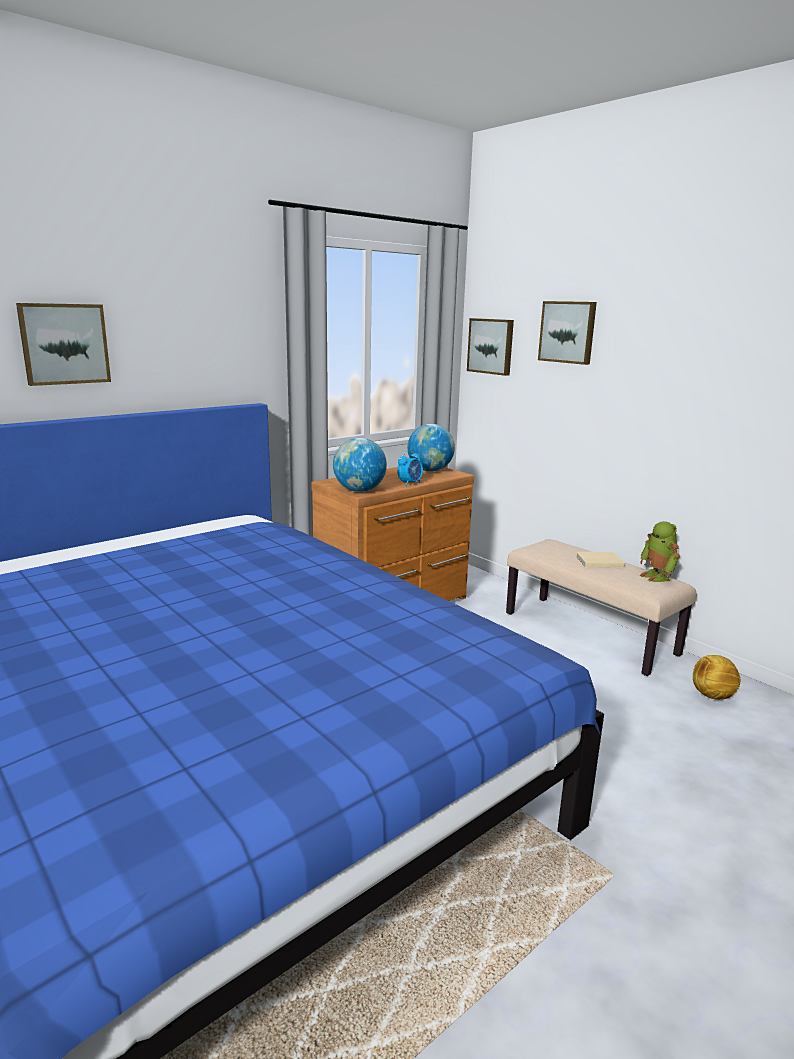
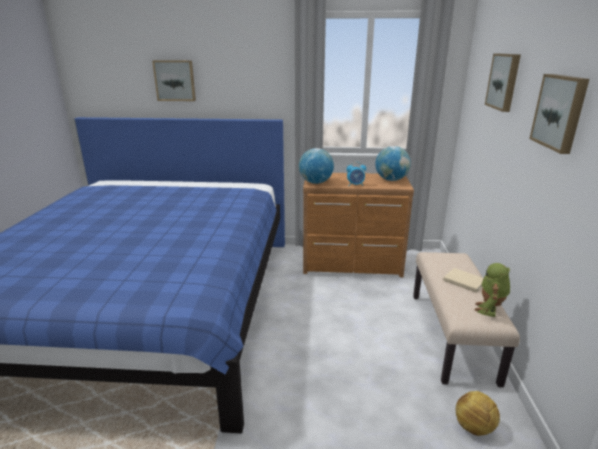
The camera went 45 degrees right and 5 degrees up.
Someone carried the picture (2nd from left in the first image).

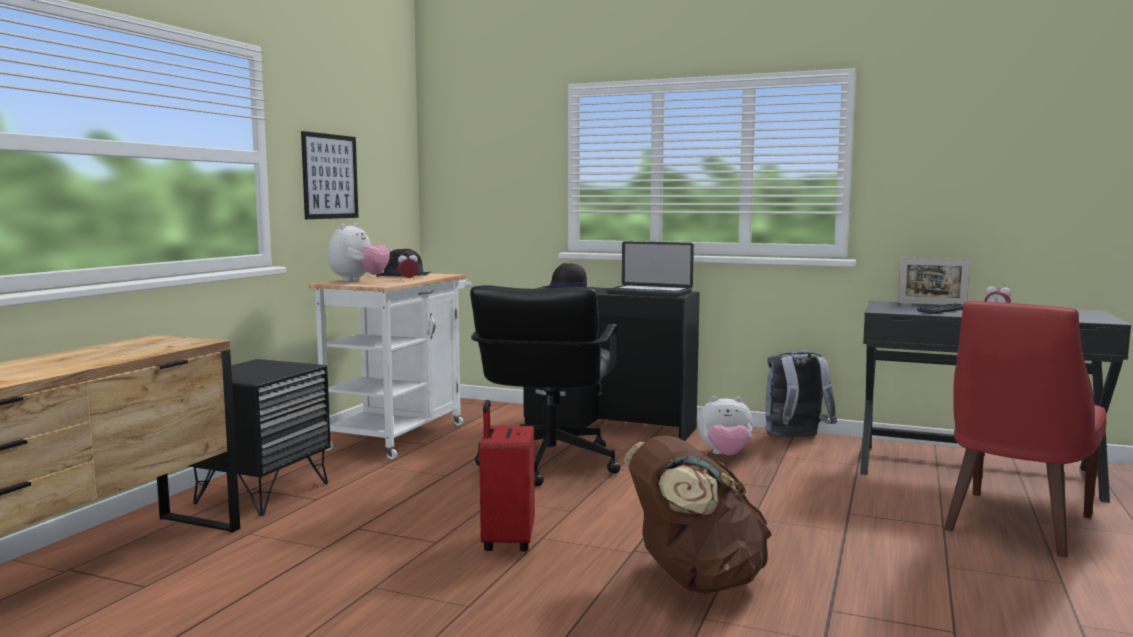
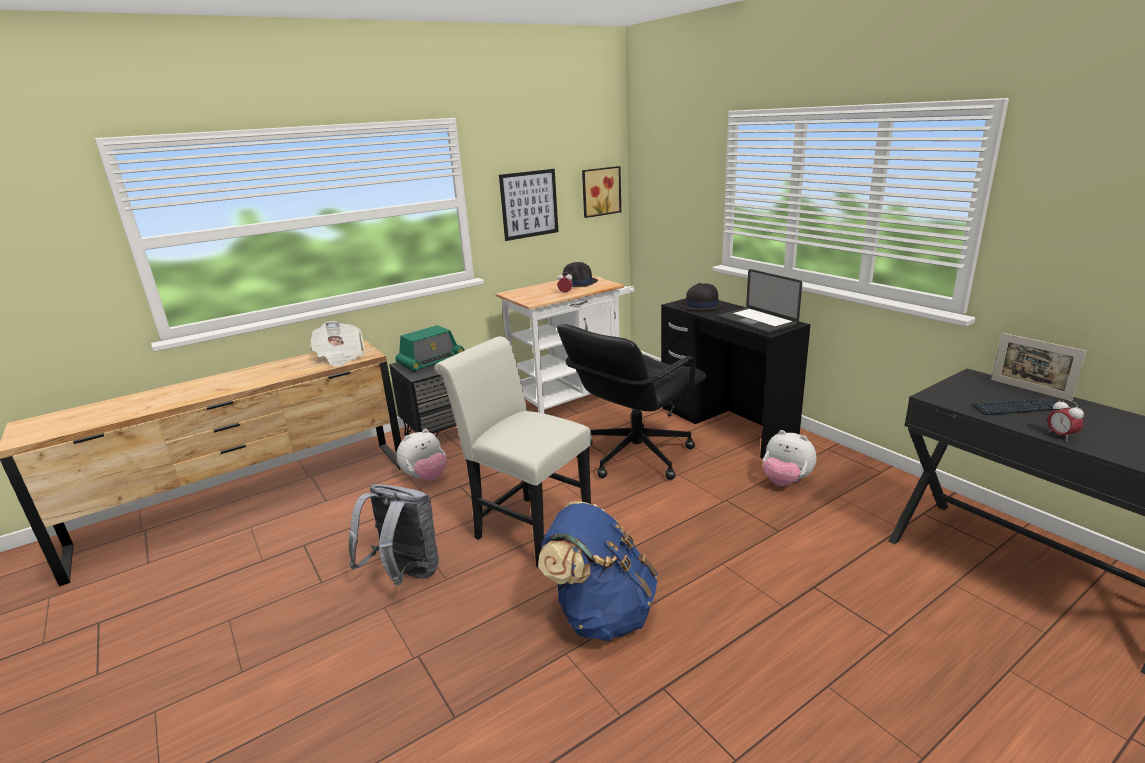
The camera went 35 degrees right and 15 degrees up.
Someone put down the newspaper.
Someone carried the grey backpack.
Someone put down the radio.
Someone carried the plush toy (1st from left).
Someone swapped the red suitcase for the white chair.
Someone repainted the brown backpack, which became the blue backpack.
Someone put up the picture (2nd from left).
Someone took away the red chair.

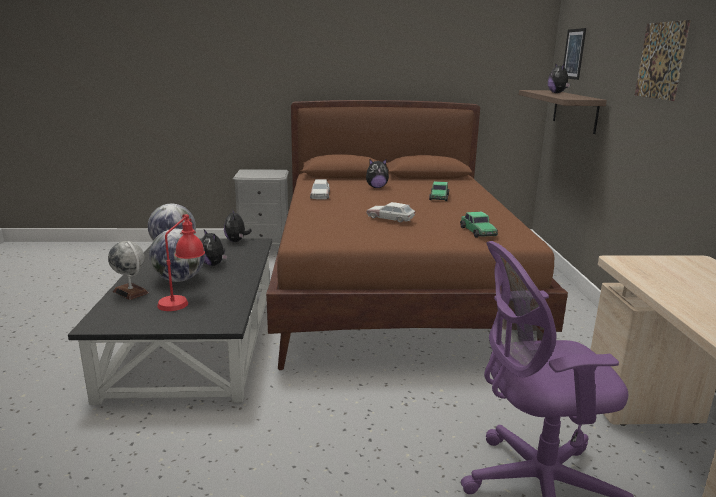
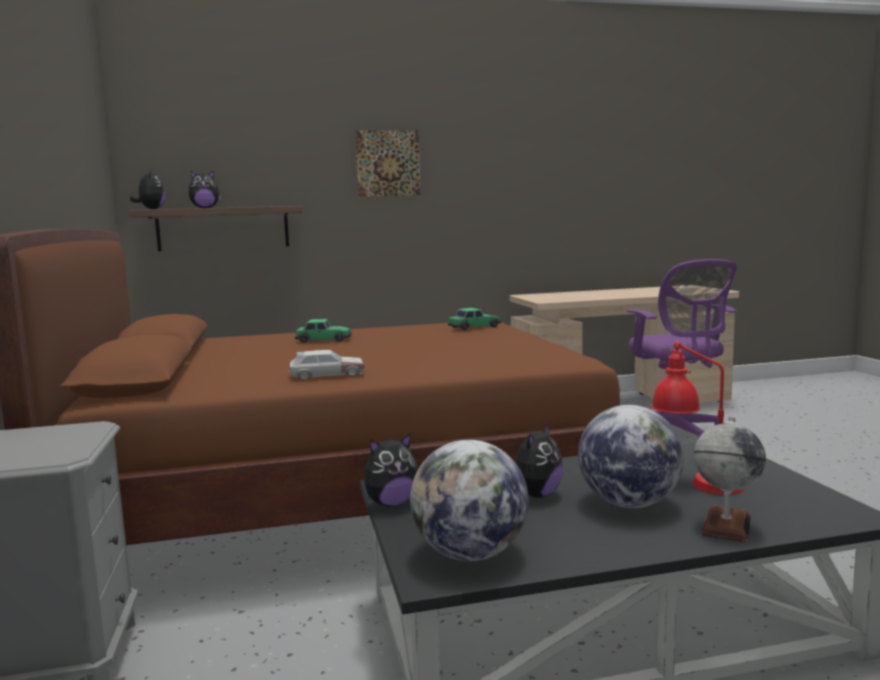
The camera went 100 degrees left and 10 degrees down.
Someone carried the plush toy (3rd from left in the first image).
Someone took away the toy car (2nd from left).
Someone took away the picture (1st from left).

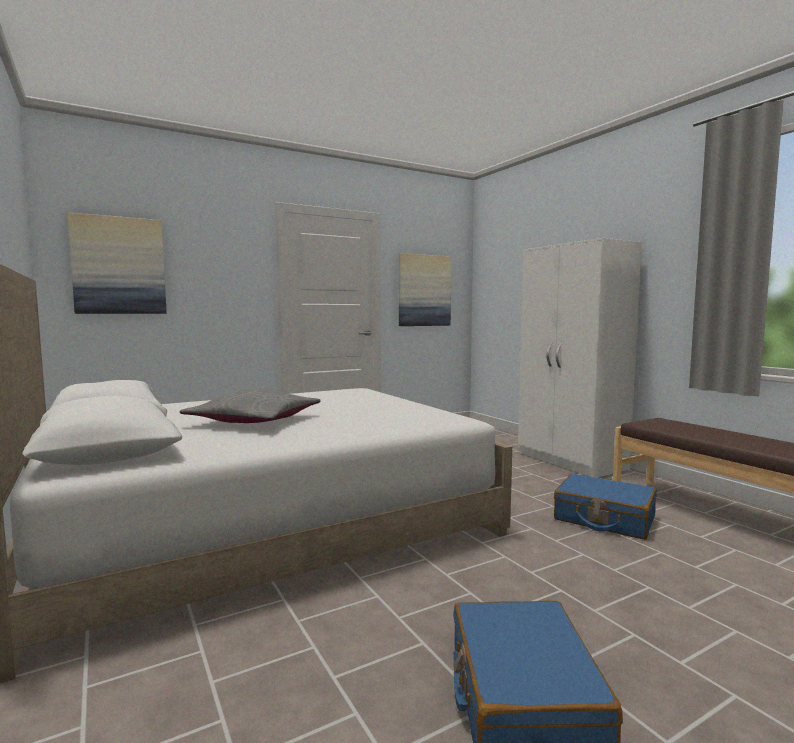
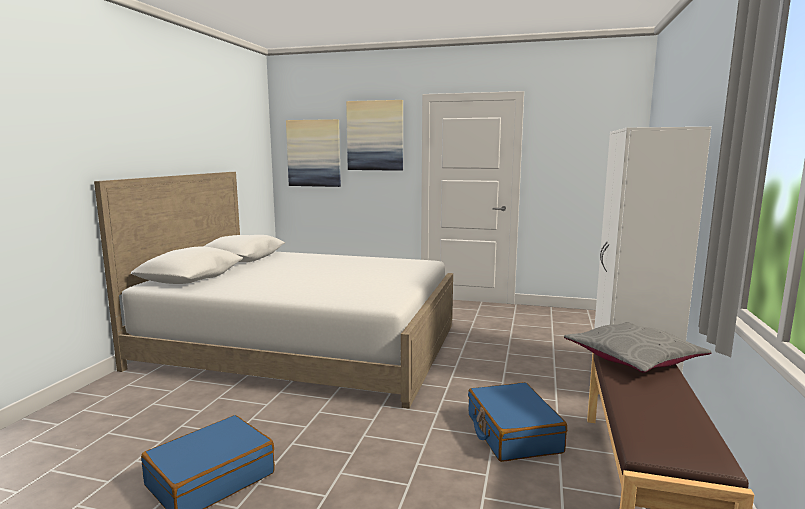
The camera went 45 degrees right and 5 degrees up.
Someone carried the picture (2nd from left).
Someone carried the grey pillow.

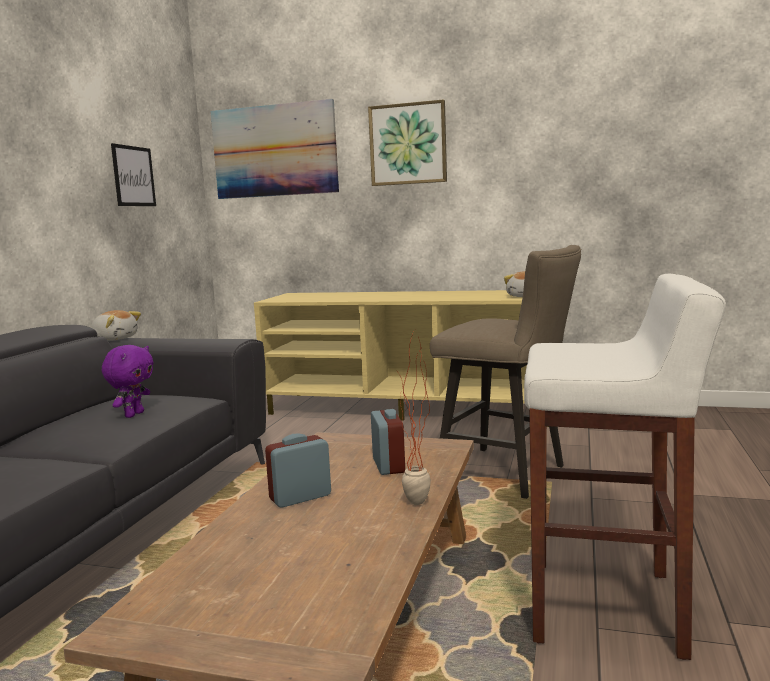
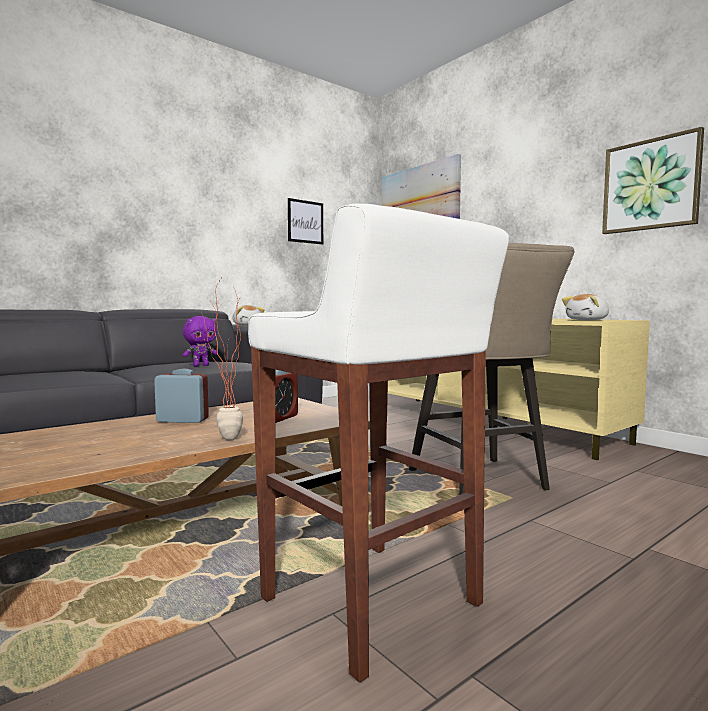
The camera went 35 degrees right and 5 degrees down.
Someone carried the picture (3rd from left).

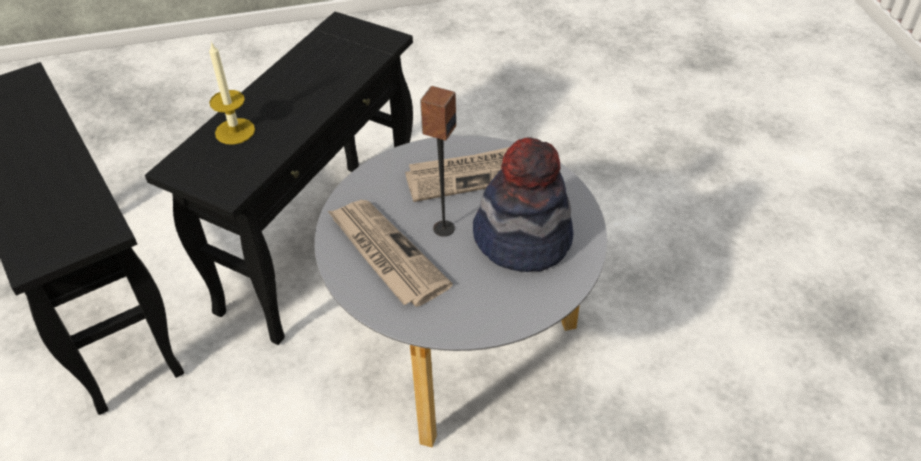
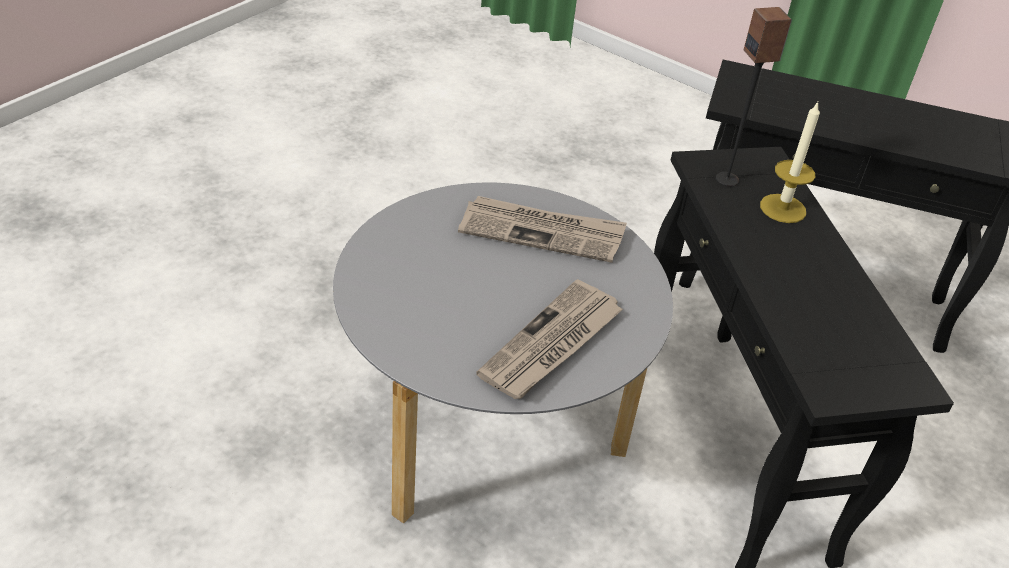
The camera went 135 degrees right and 5 degrees down.
Someone carried the speaker.
Someone took away the hat.

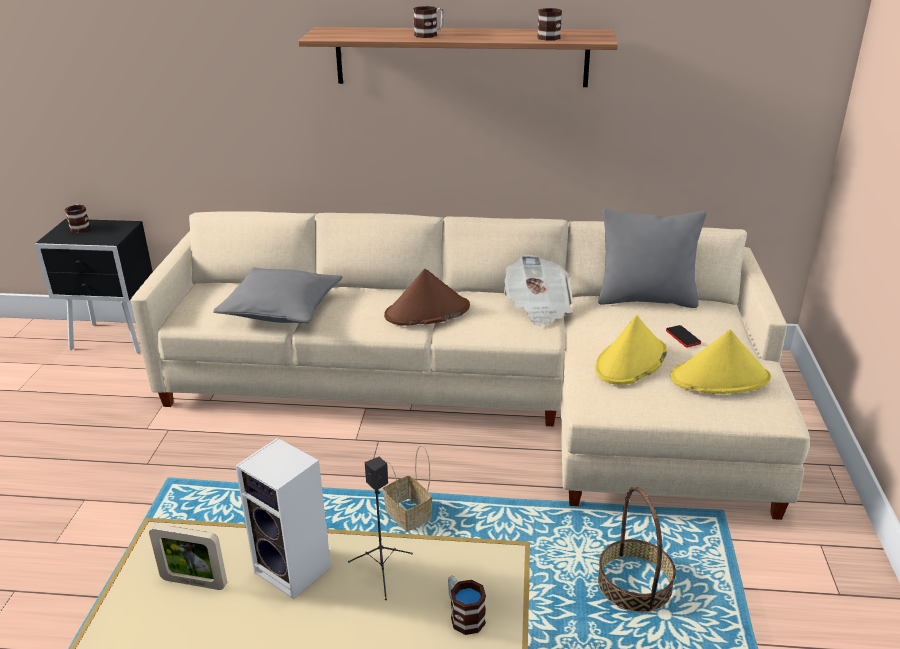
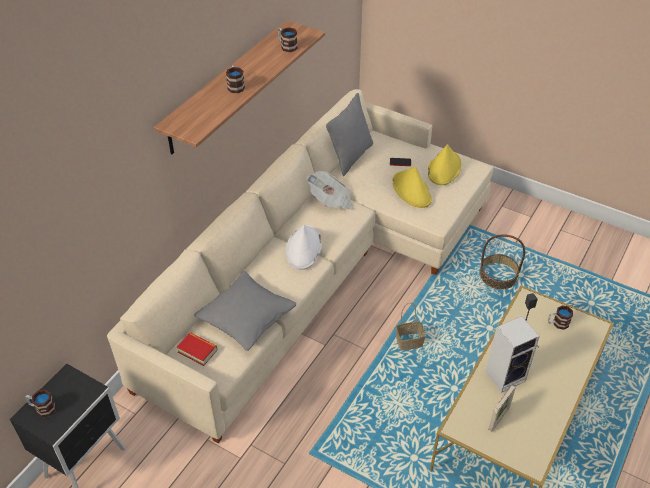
The camera went 65 degrees left and 15 degrees up.
Someone put down the book.
Someone repainted the brown hat, which became the white hat.

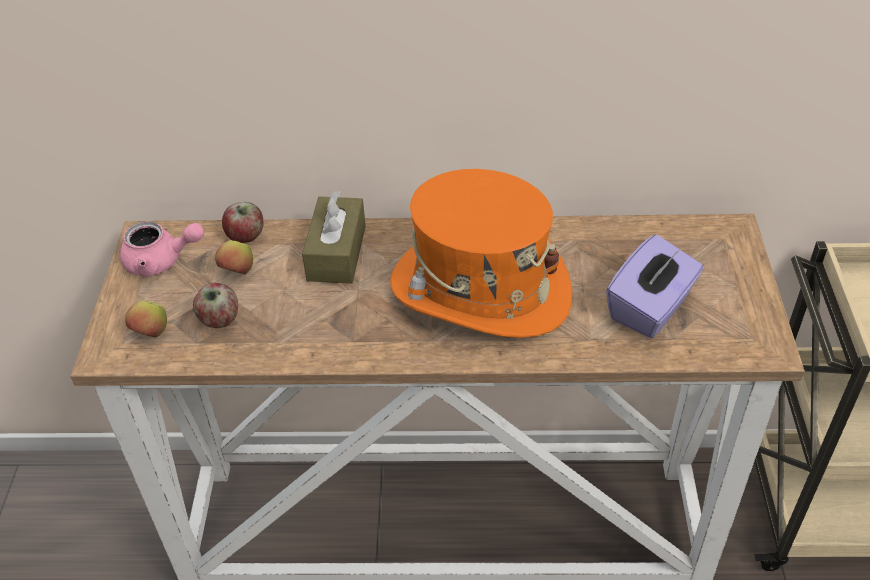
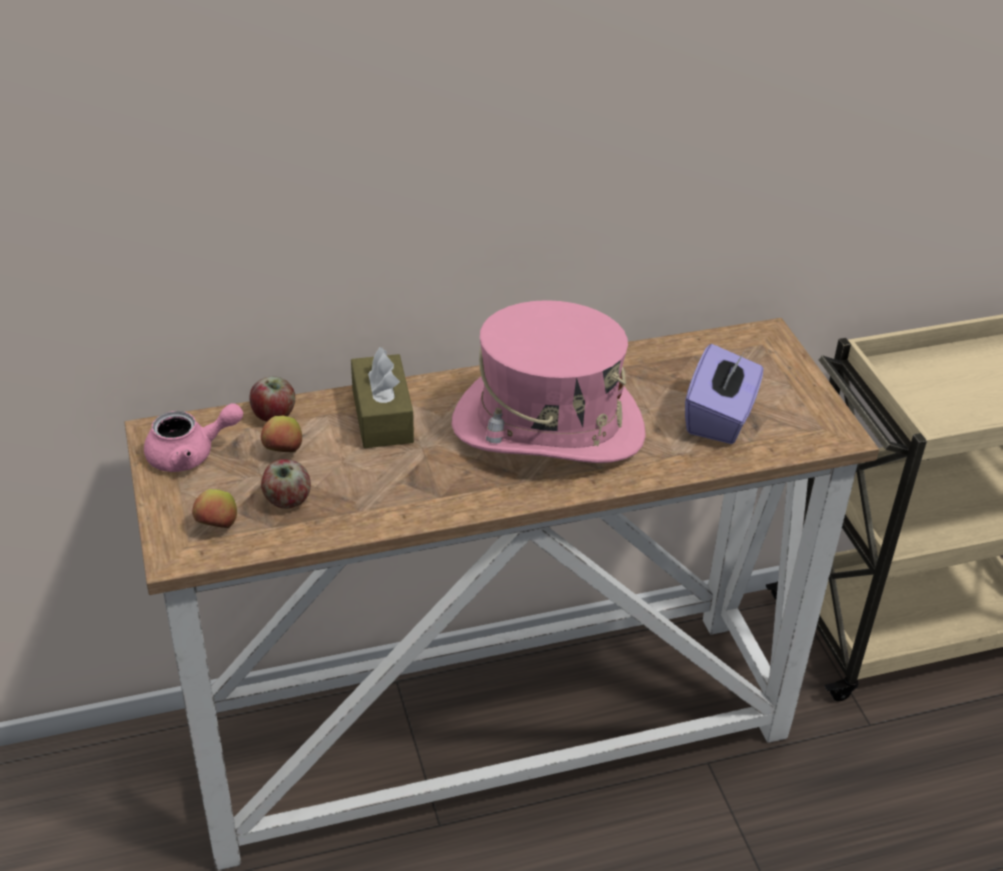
The camera went 20 degrees left and 5 degrees down.
Someone repainted the orange hat, which became the pink hat.

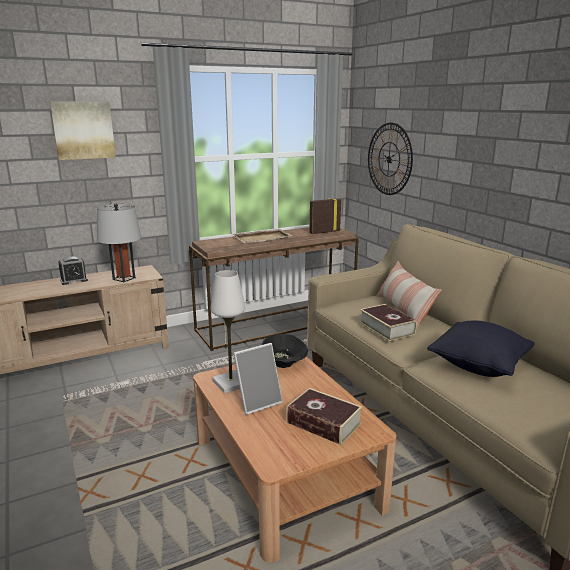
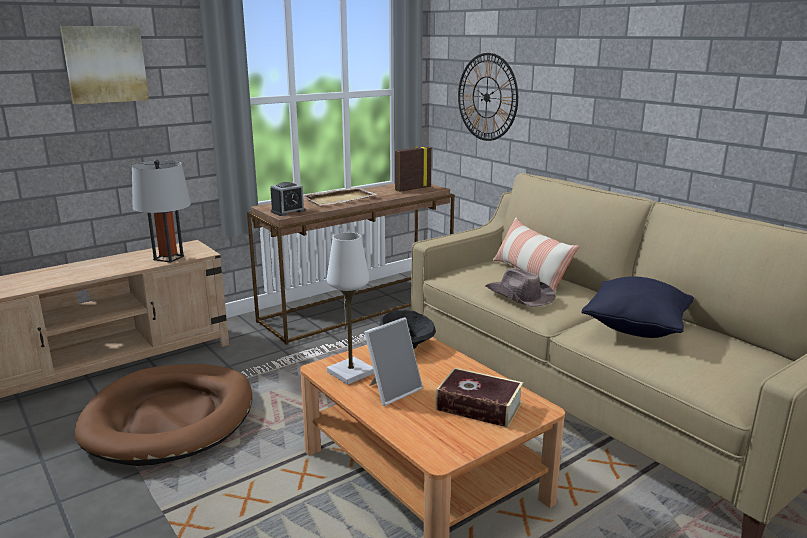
The camera went 10 degrees left and 0 degrees up.
Someone put down the brown dog bed.
Someone carried the alarm clock.
Someone swapped the book (2nd from left) for the brown hat.

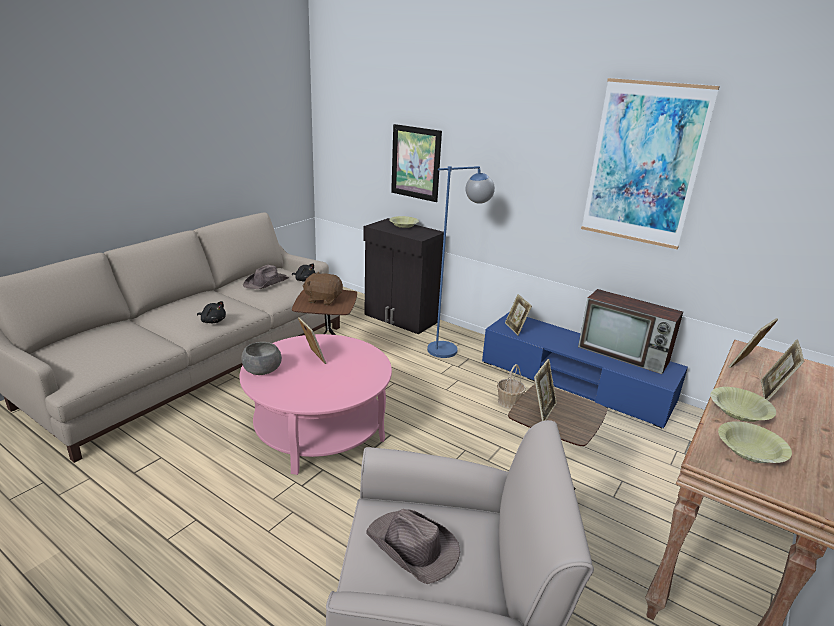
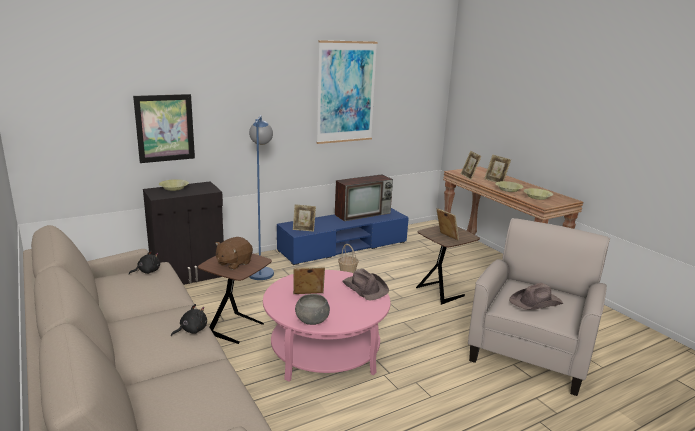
The camera went 65 degrees left and 5 degrees down.
Someone carried the brown hat (1st from left).

